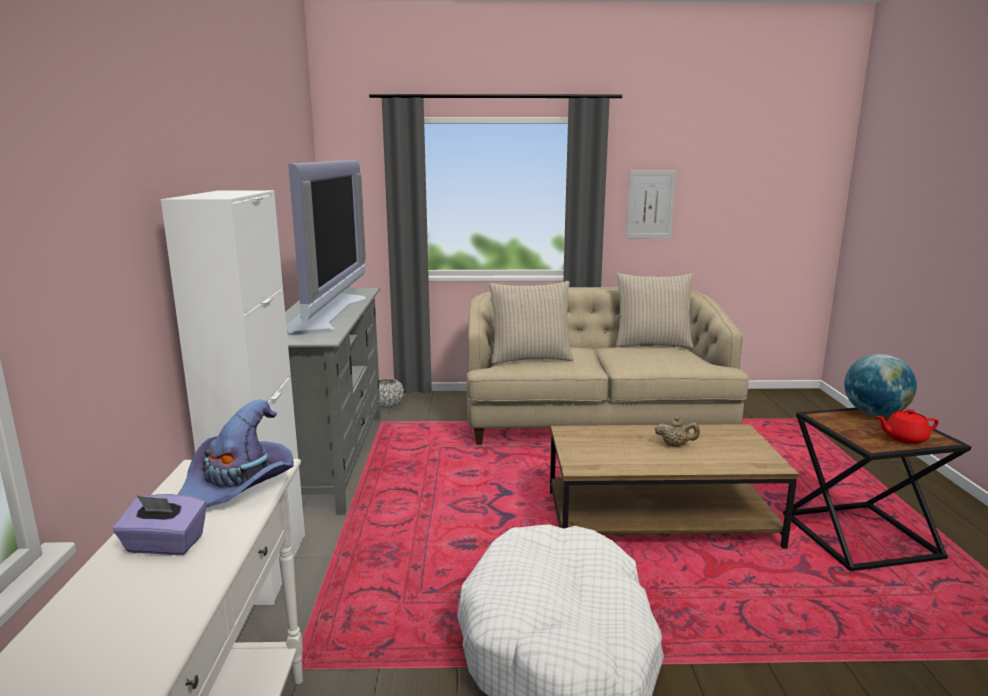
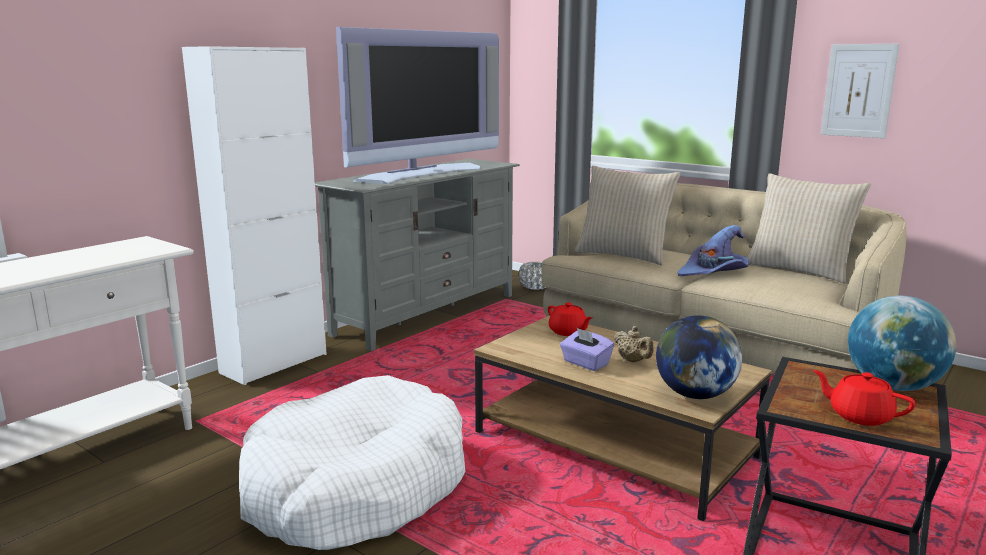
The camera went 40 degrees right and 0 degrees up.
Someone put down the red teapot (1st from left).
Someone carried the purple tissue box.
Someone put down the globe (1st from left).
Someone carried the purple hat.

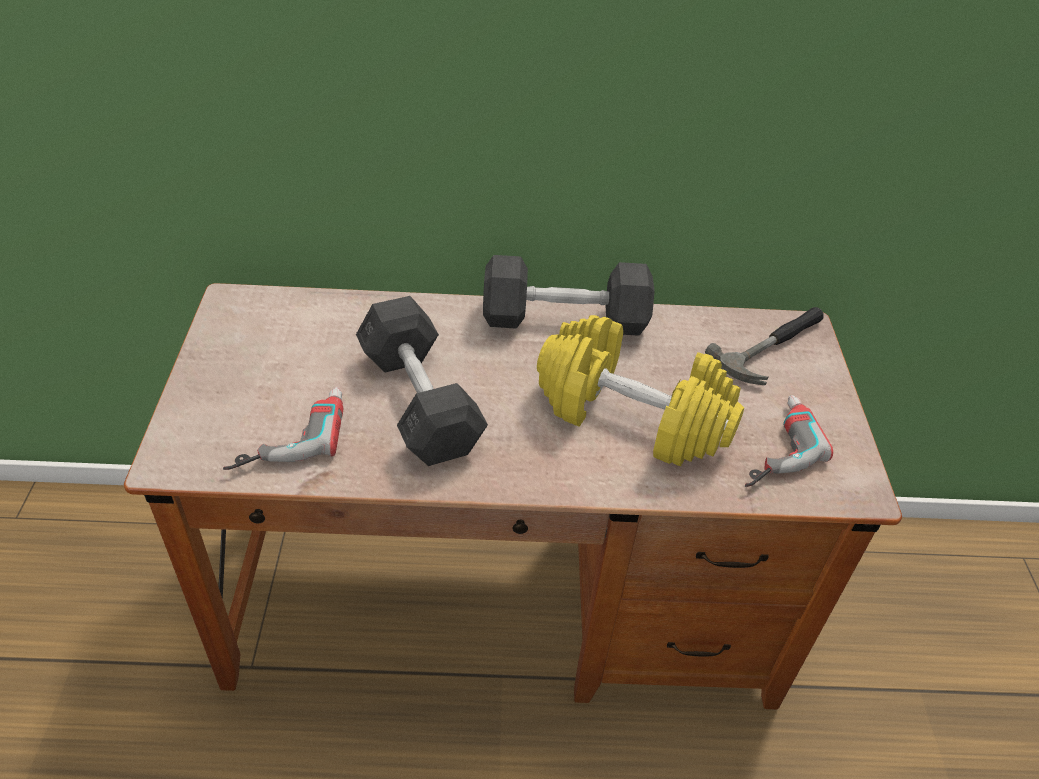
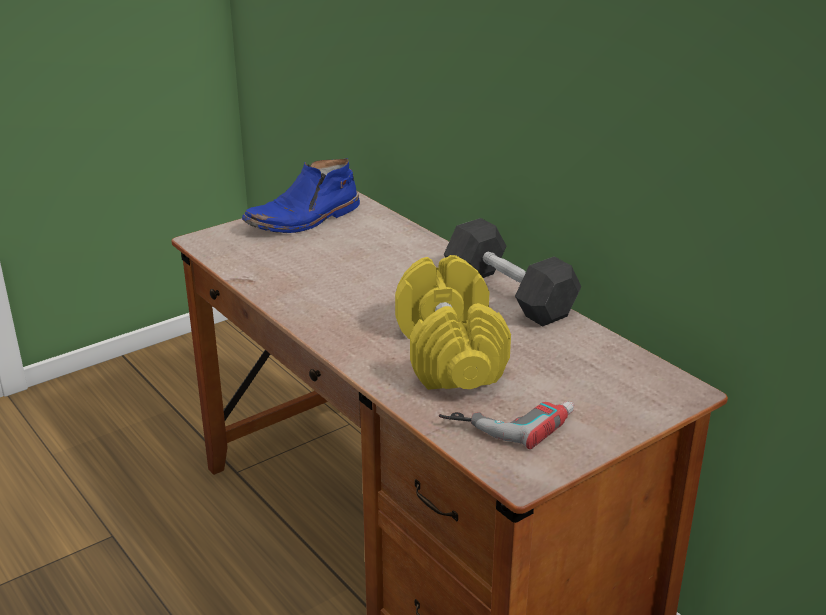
The camera went 55 degrees right and 15 degrees down.
Someone put down the blue boot.
Someone took away the power drill (1st from left).
Someone took away the grey dumbbell (1st from left).
Someone took away the hammer.

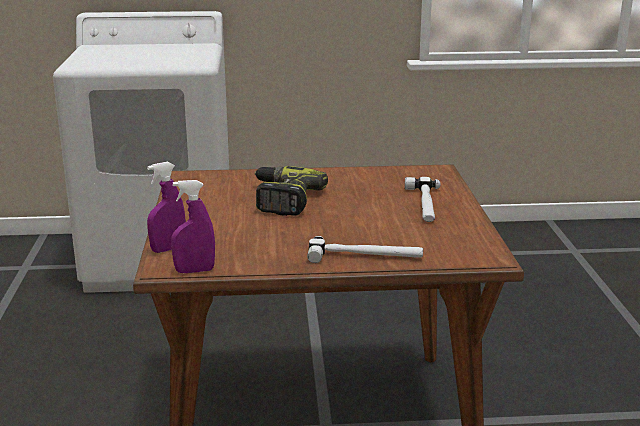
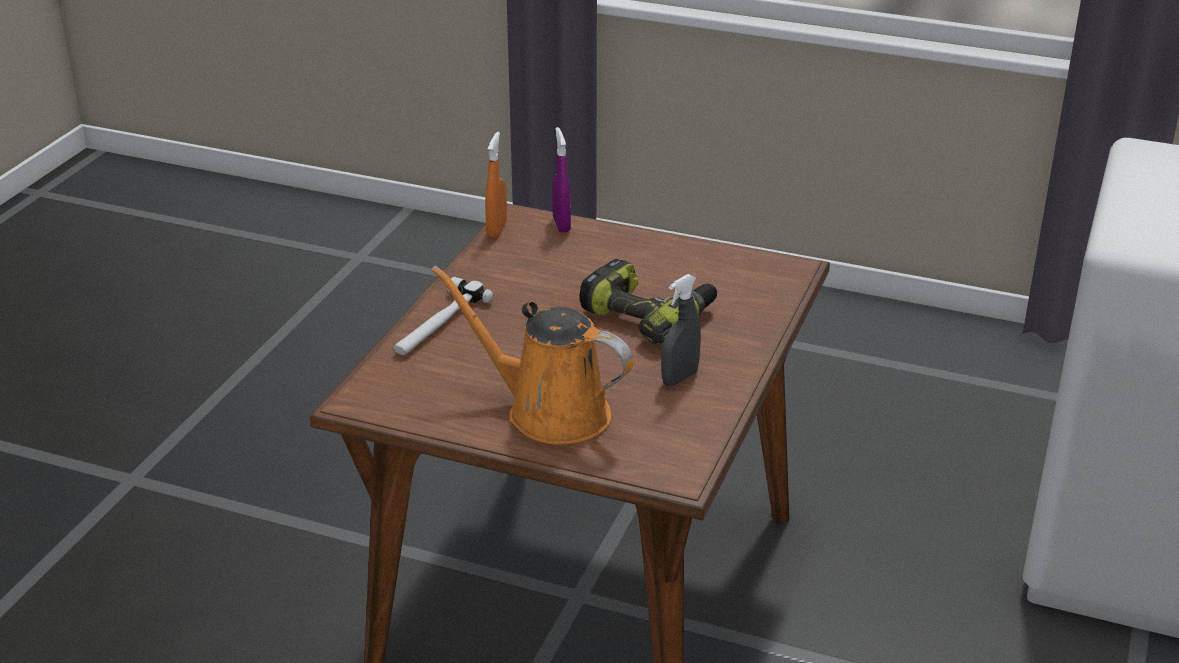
The camera went 115 degrees right and 10 degrees up.
Someone swapped the hammer (2nd from left) for the orange watering can.
Someone repainted the purple spray bottle (2nd from left), which became the orange spray bottle.
Someone put down the grey spray bottle.

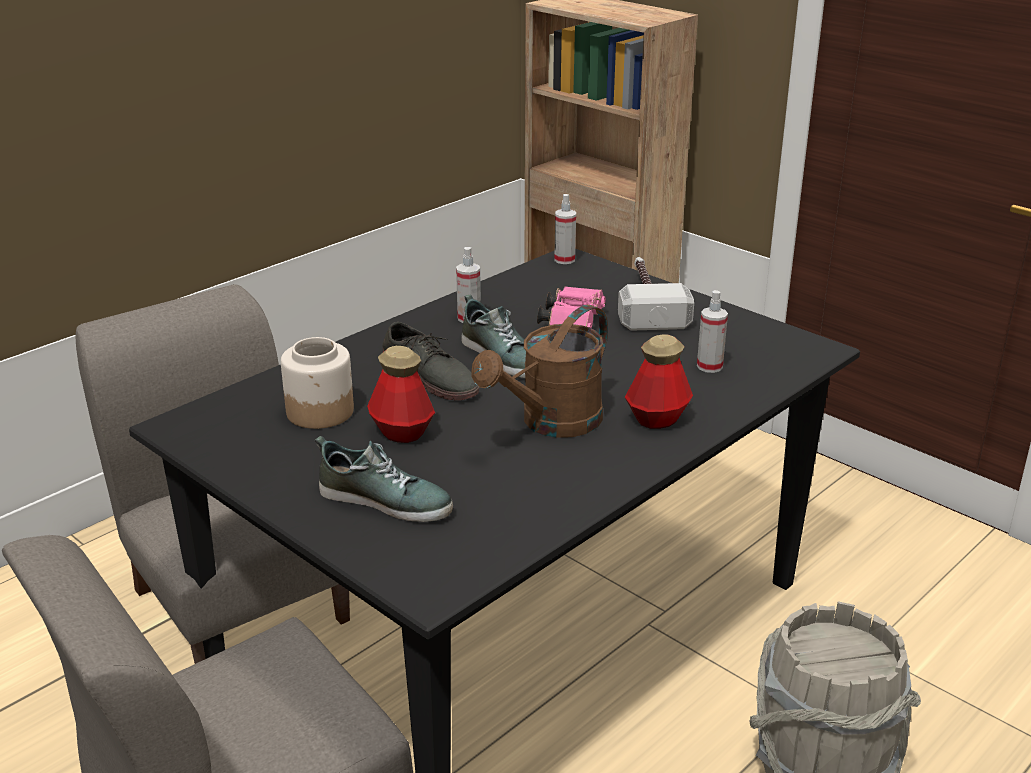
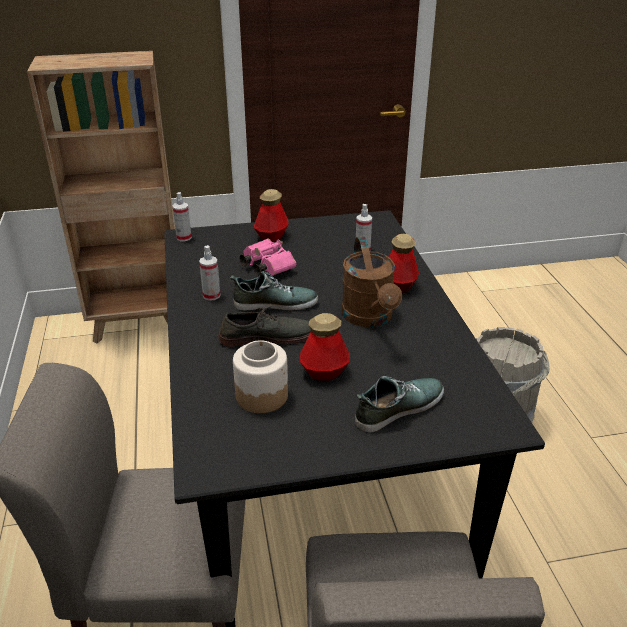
The camera went 55 degrees left and 5 degrees up.
Someone swapped the hammer for the bottle (1st from left).

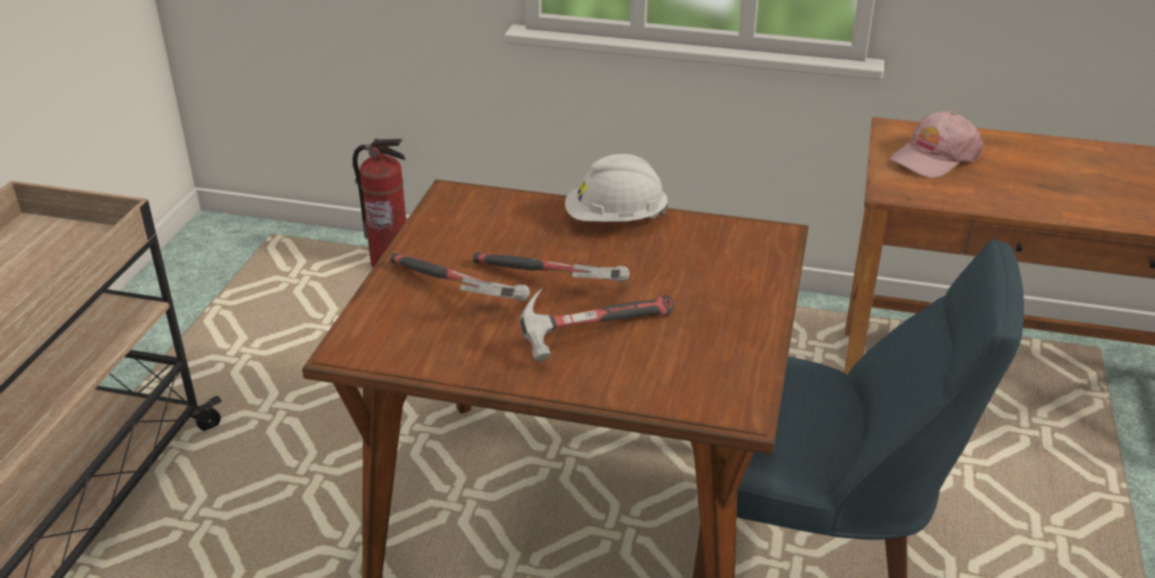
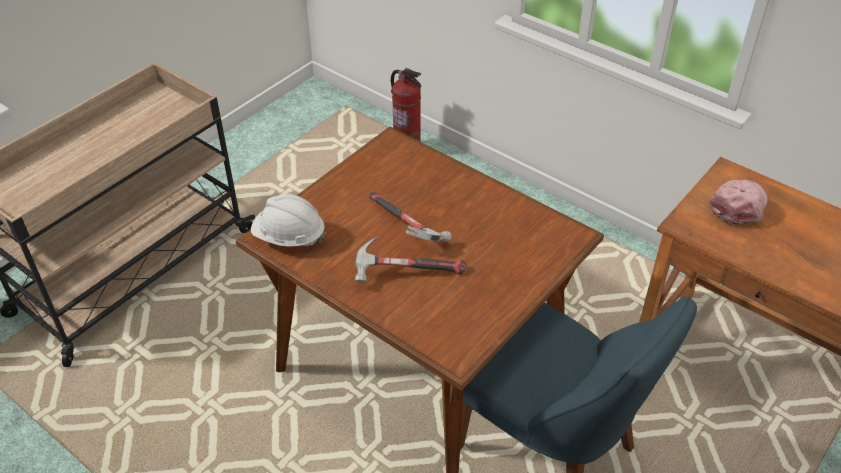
The camera went 25 degrees right and 10 degrees up.
Someone carried the white hard hat.
Someone rotated the pink cap by 135 degrees clockwise.
Someone took away the hammer (1st from left).

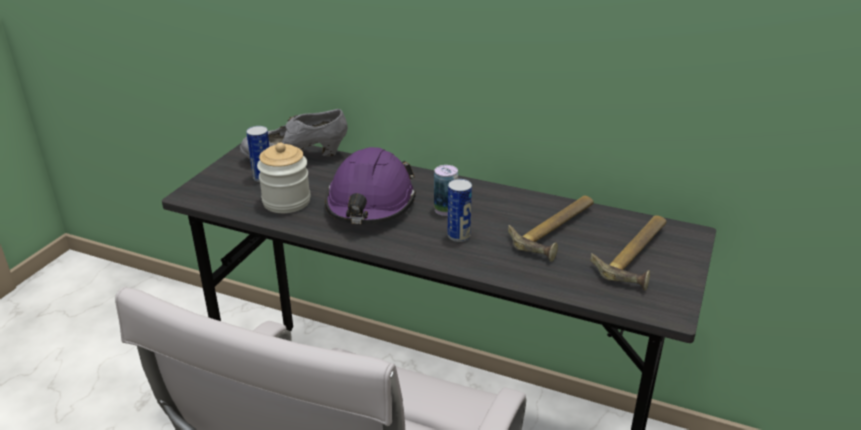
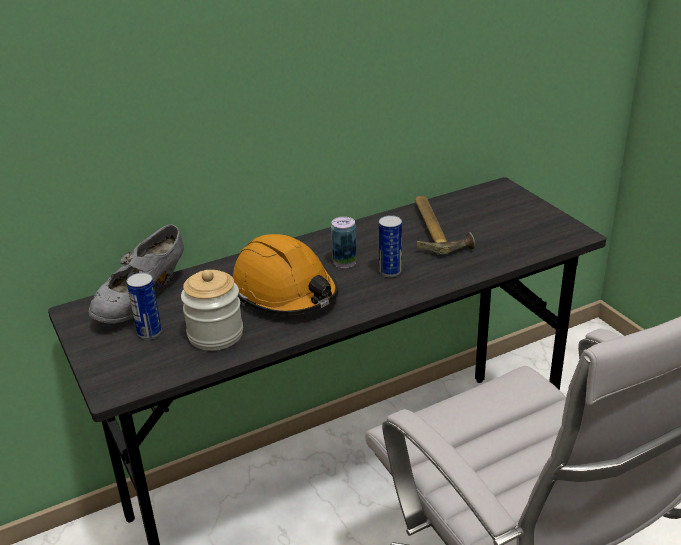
The camera went 50 degrees left and 0 degrees up.
Someone repainted the purple hard hat, which became the orange hard hat.
Someone took away the hammer (2nd from left).

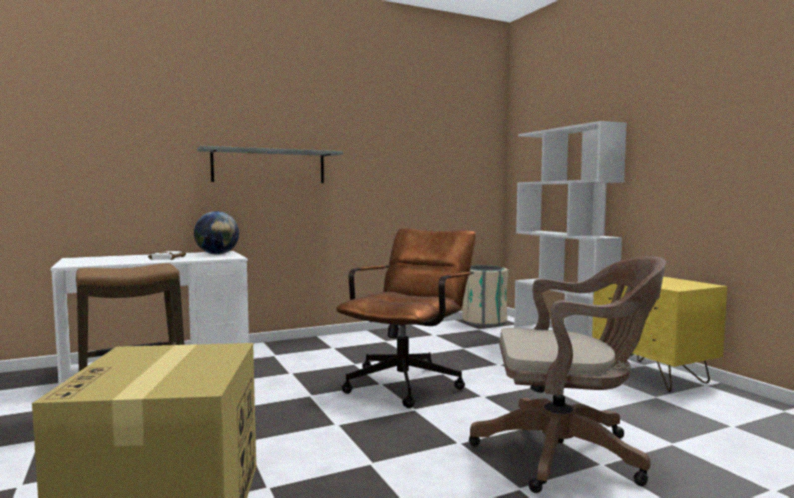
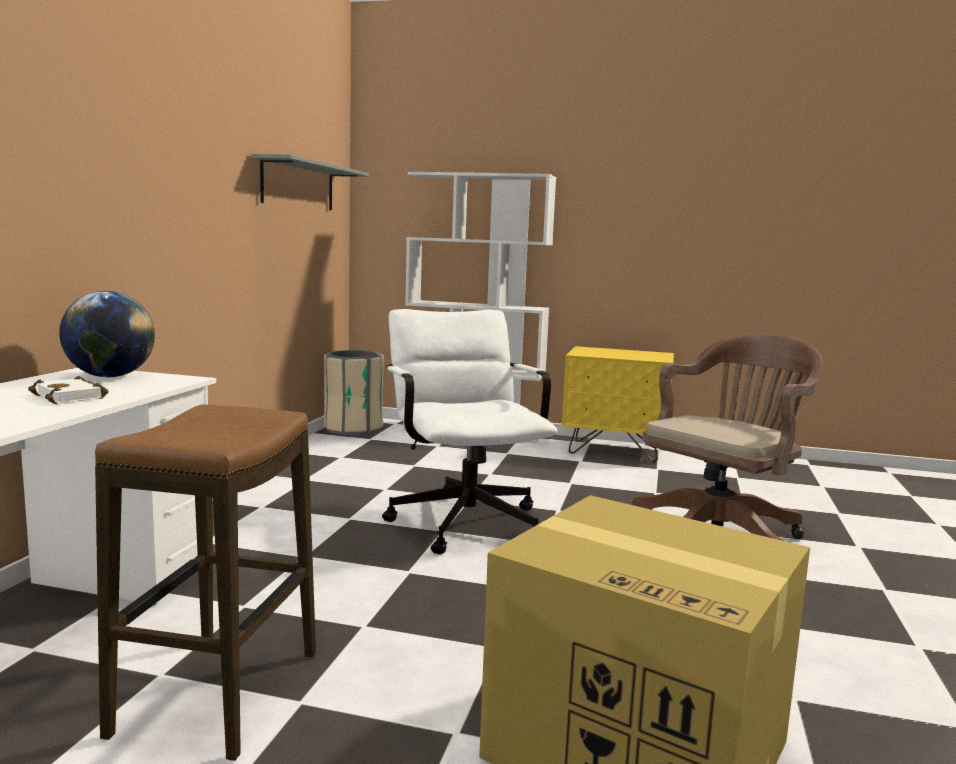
The camera went 50 degrees left and 5 degrees up.
Someone carried the grey shelf.
Someone repainted the brown office chair (1st from left), which became the white office chair.

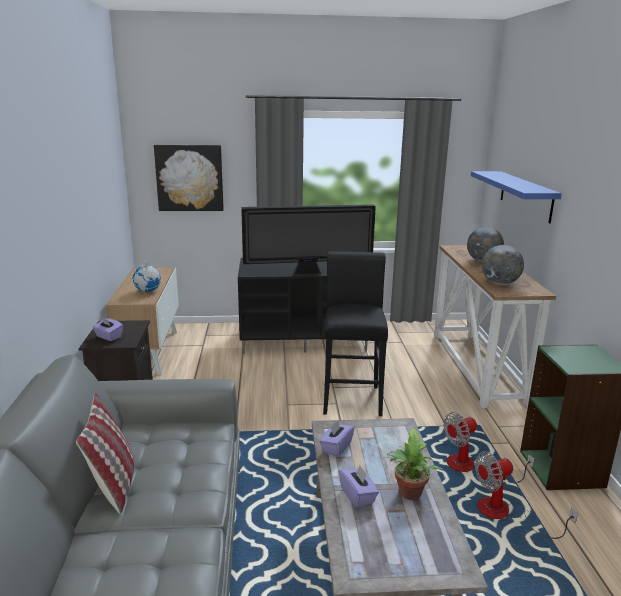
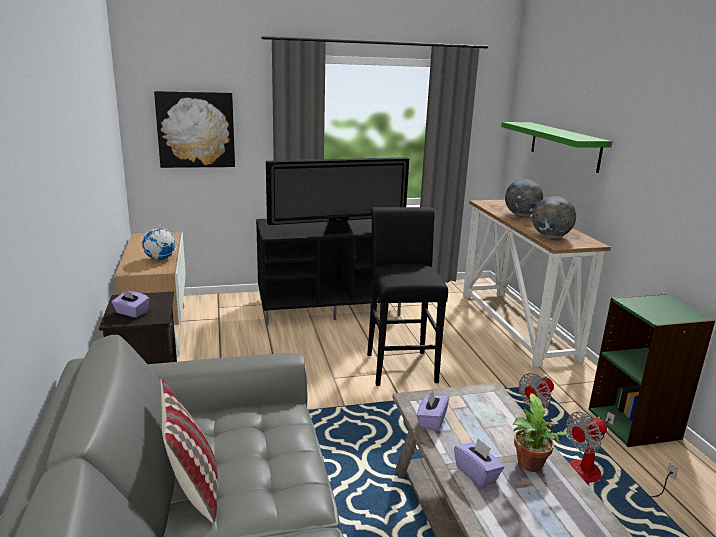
The camera went 10 degrees left and 0 degrees up.
Someone repainted the blue shelf, which became the green shelf.

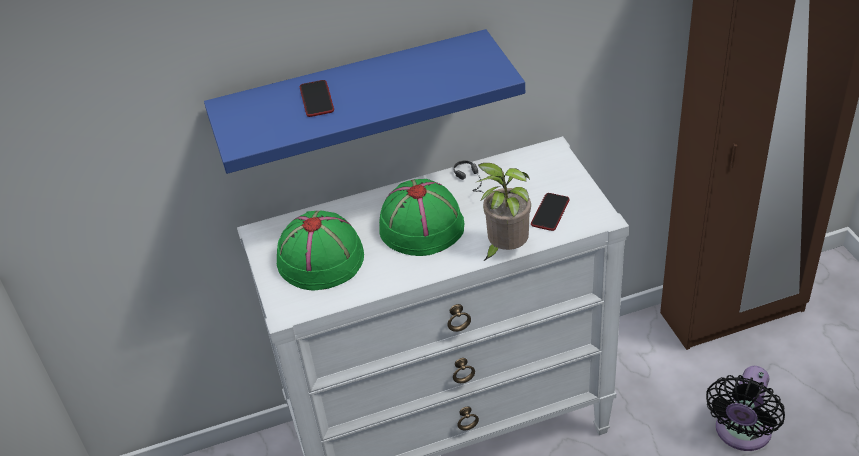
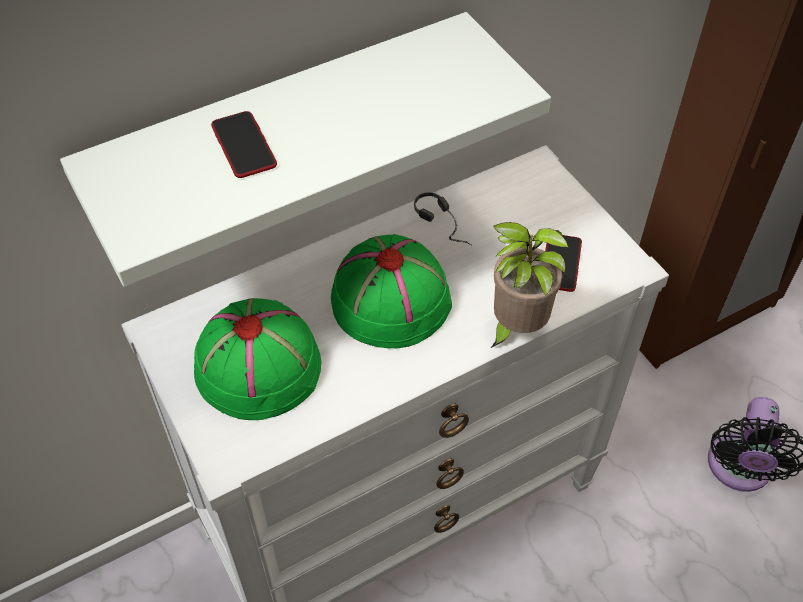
The camera went 15 degrees left and 10 degrees up.
Someone repainted the blue shelf, which became the white shelf.

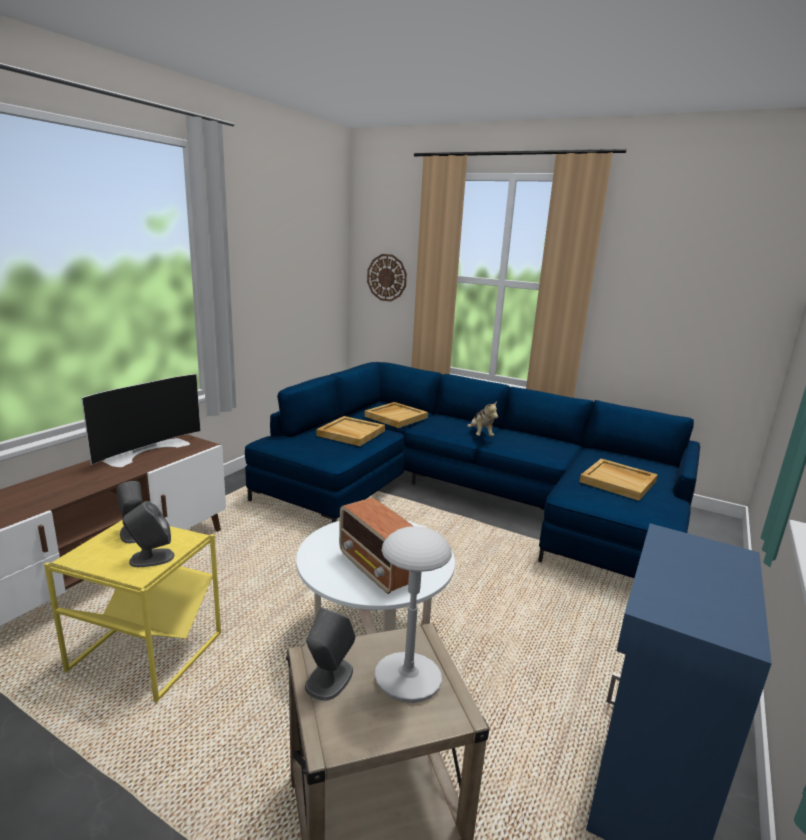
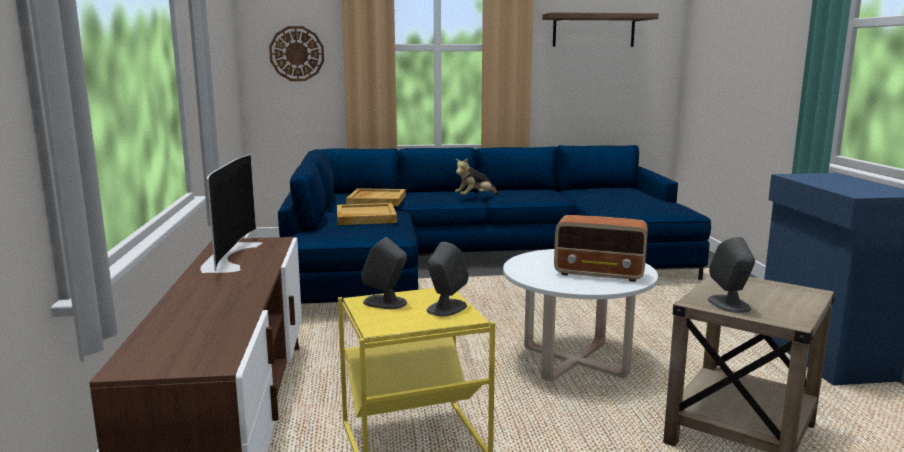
The camera went 35 degrees left and 5 degrees down.
Someone rotated the plush toy by 105 degrees clockwise.
Someone put up the shelf.
Someone took away the grey table lamp.
Someone took away the beige tray (3rd from left).

